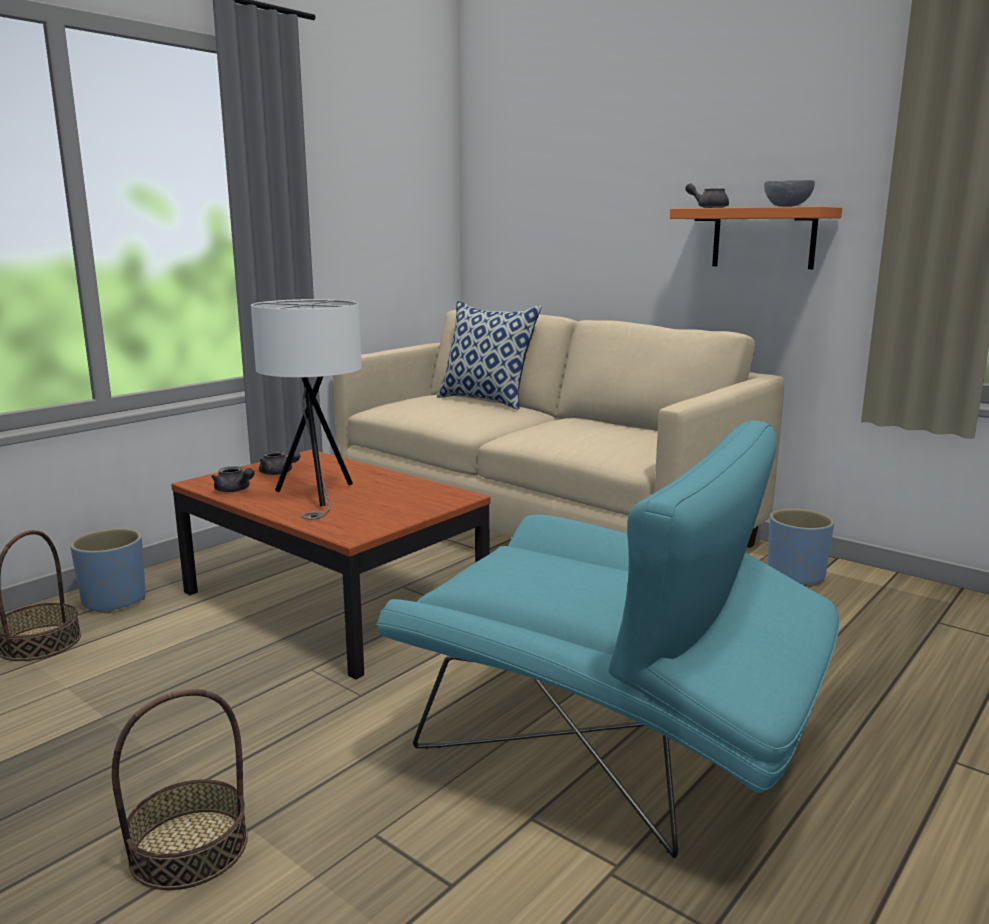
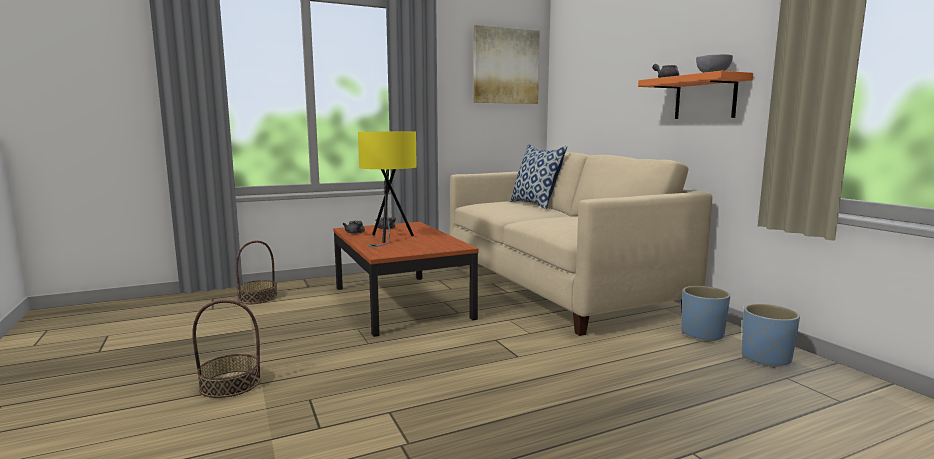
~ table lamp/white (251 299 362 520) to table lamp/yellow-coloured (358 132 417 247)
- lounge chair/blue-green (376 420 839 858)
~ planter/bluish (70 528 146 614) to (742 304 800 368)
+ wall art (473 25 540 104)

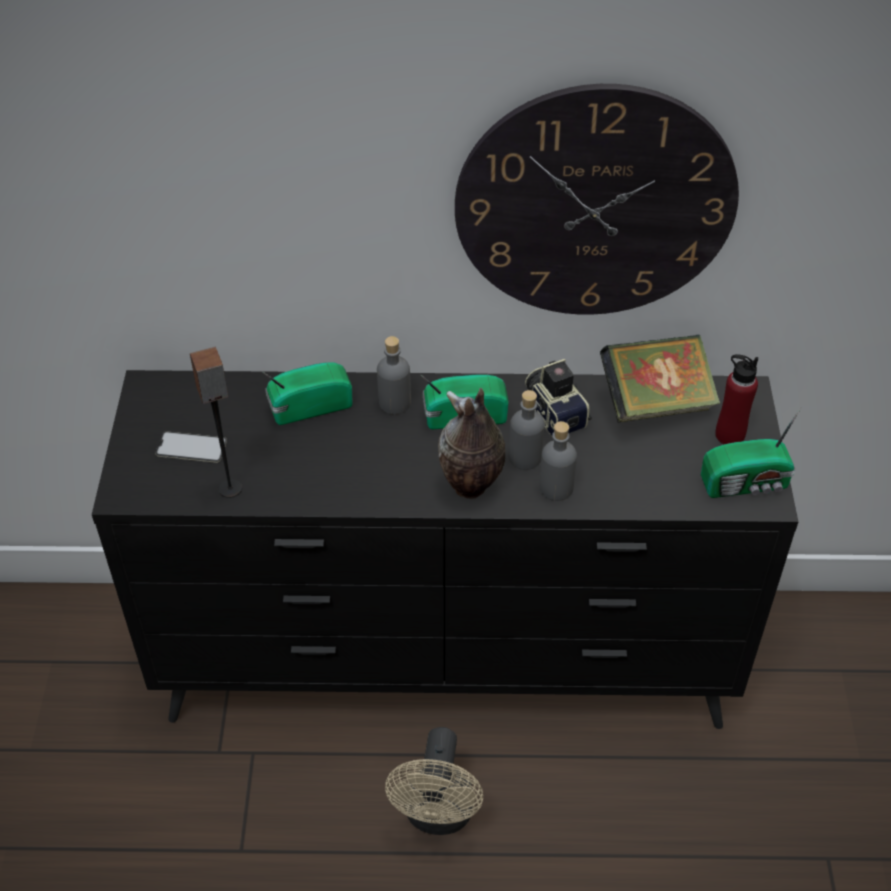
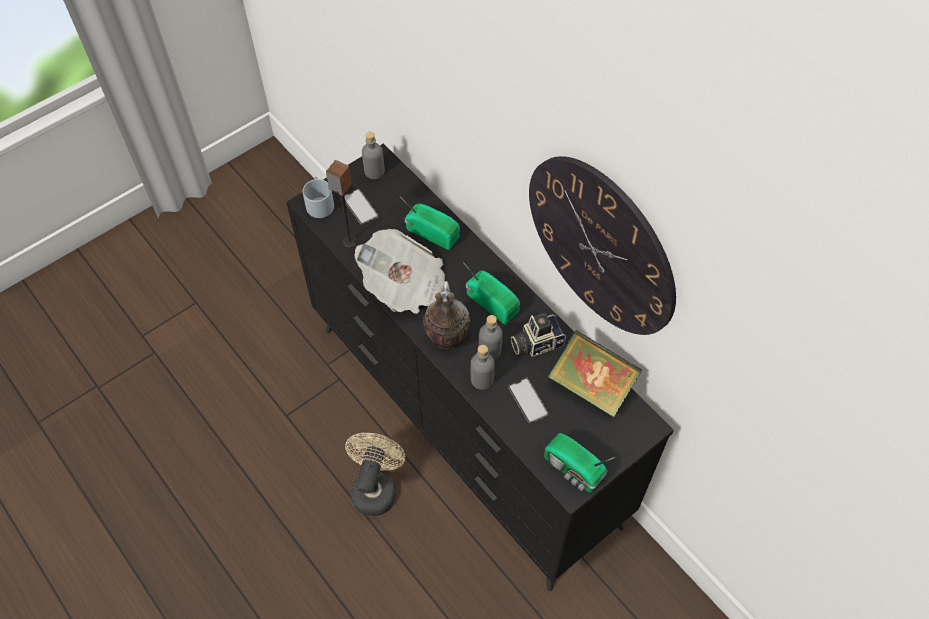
~ drink bottle/greyish (377 336 411 415) to (362 132 385 179)
- drink bottle/reddish (715 354 758 444)
~ photo camera (525 359 592 437) = (511 313 566 357) 135 degrees counterclockwise
~ fan/sand-coloured (385 727 483 835) = (345 433 405 516) 135 degrees clockwise
+ coffee mug/greyish (303 177 334 218)
+ newspaper (355 229 445 314)
+ handset (508 377 549 423)

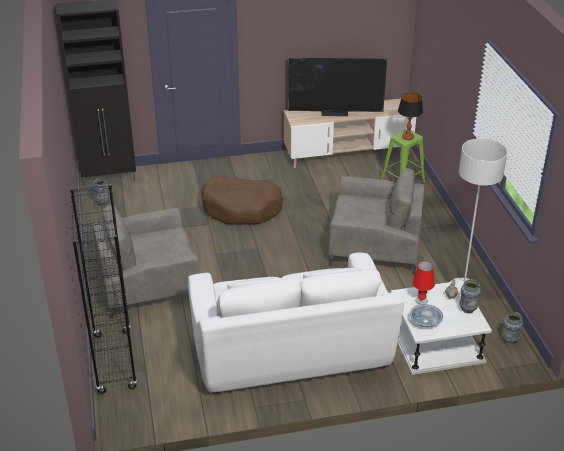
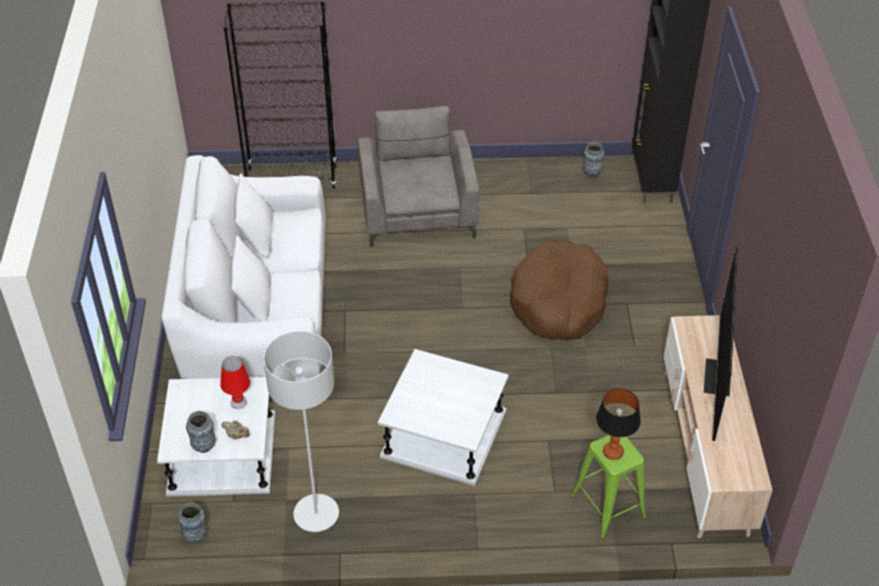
~ lounge chair/greyish (329 168 425 275) to end table/white (378 349 509 486)
- serving bowl (410 304 443 327)

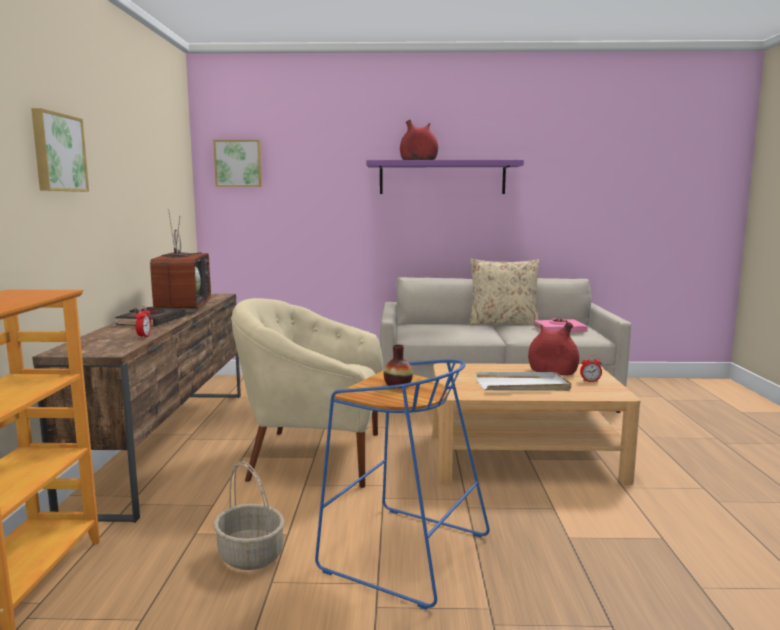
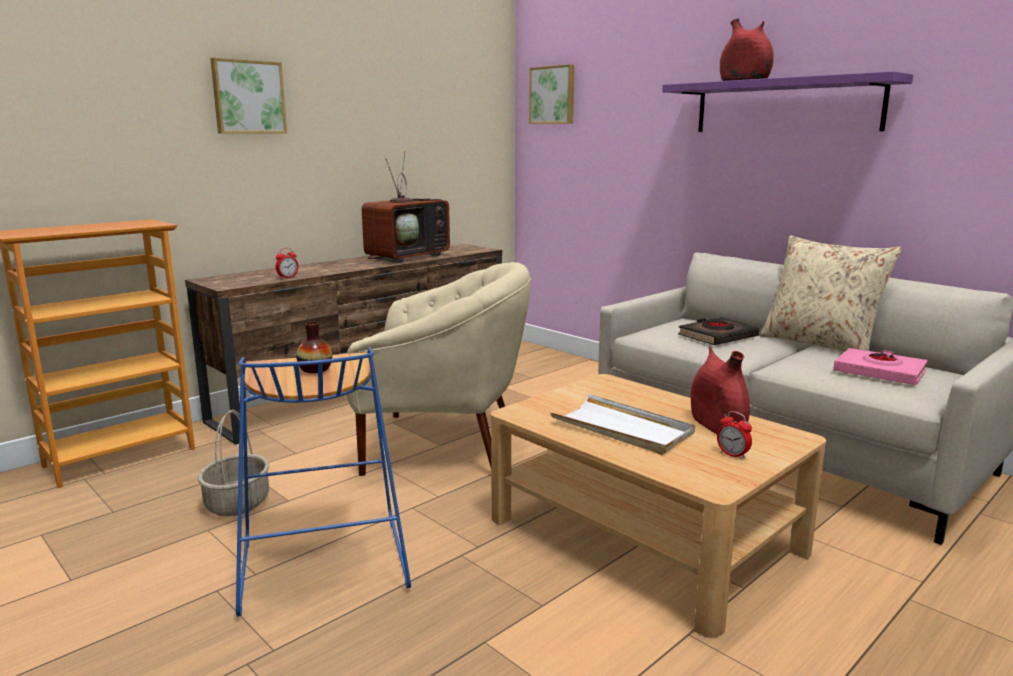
~ lounge chair/sand-coloured (231 298 383 488) = (347 262 531 476) 135 degrees clockwise
~ volume/blackish (115 307 186 327) to (678 317 759 345)

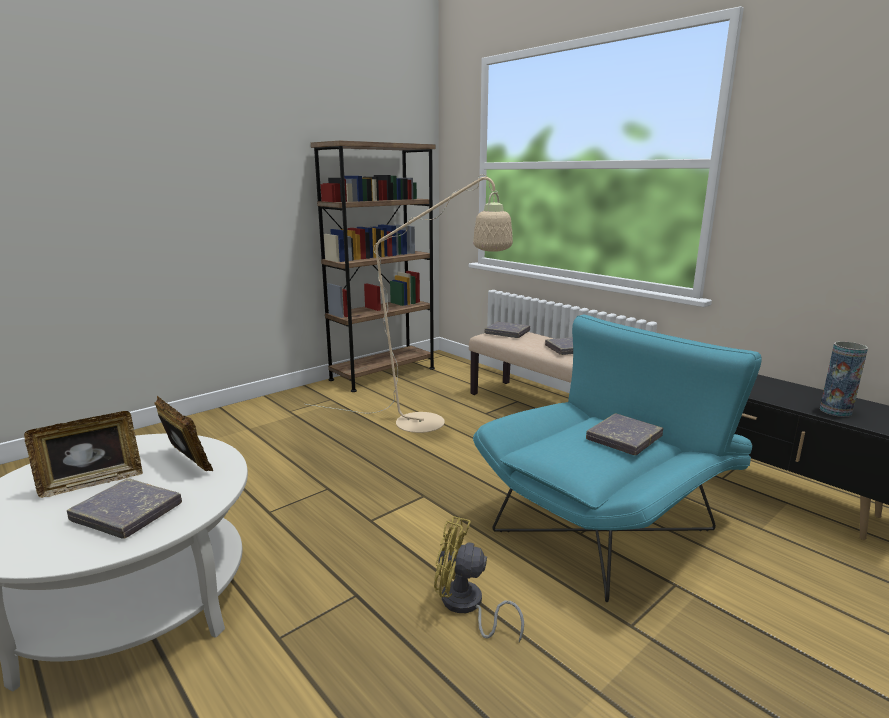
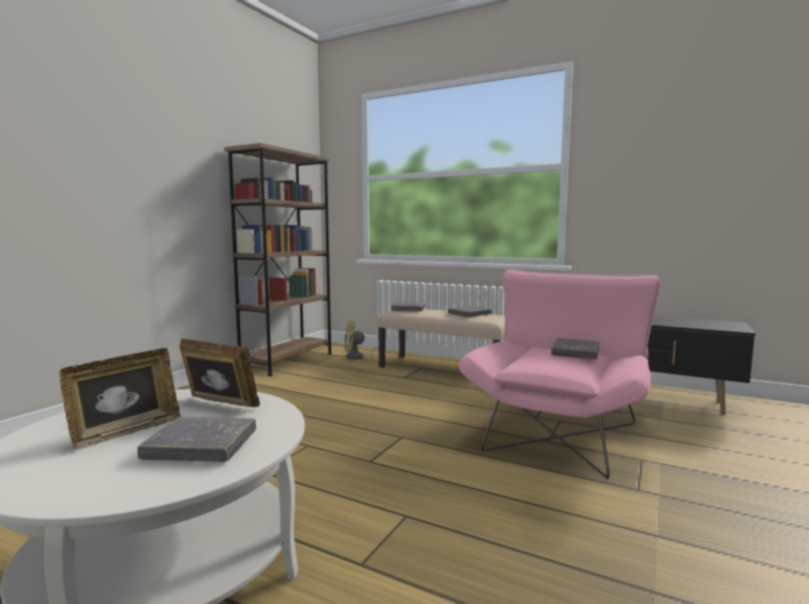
- standard lamp/sand-coloured (305 174 513 433)
~ lounge chair/blue-green (473 314 762 602) to lounge chair/pink (459 269 661 479)
- vase (820 341 868 417)
~ fan/yellow-coloured (434 516 524 642) to (344 321 379 362)

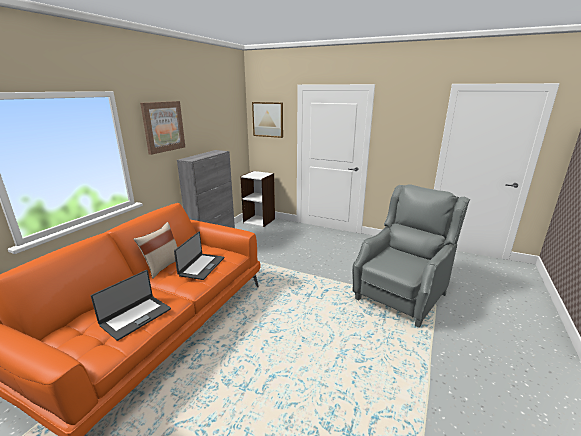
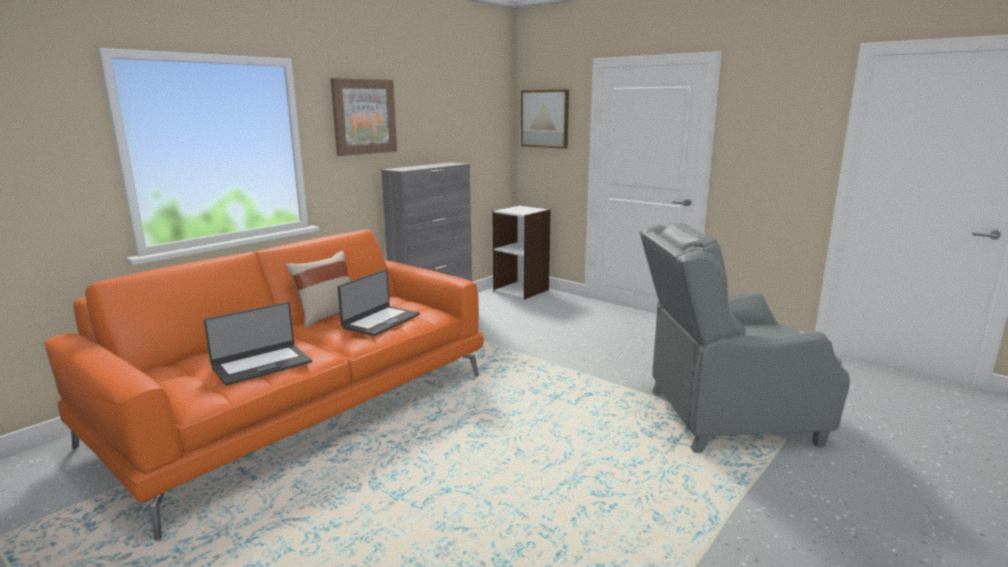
~ lounge chair/greyish (352 184 470 328) = (639 223 850 453) 150 degrees counterclockwise

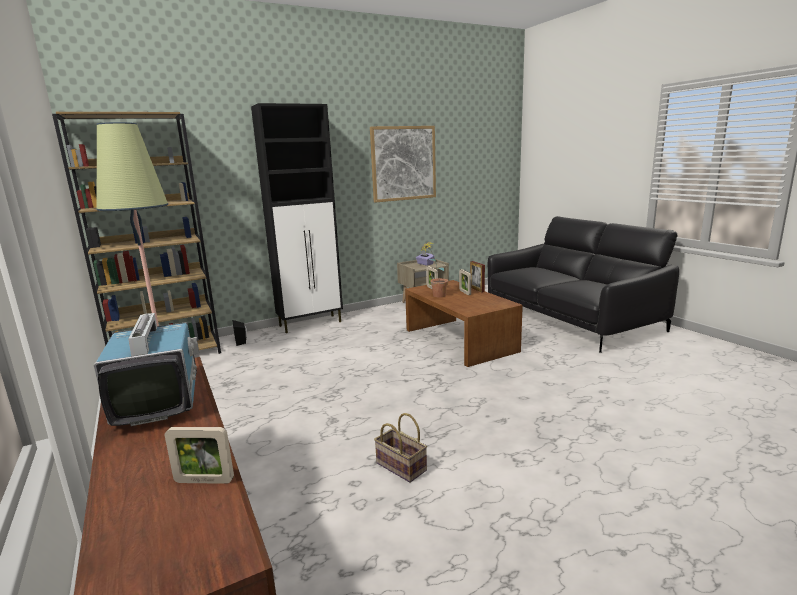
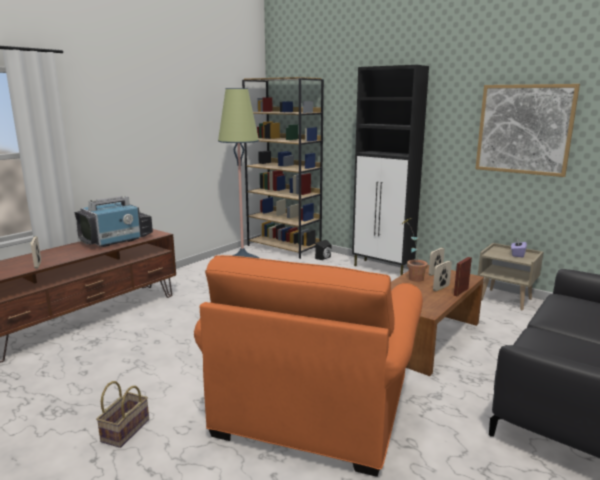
~ storage basket (374 413 427 483) to (96 381 149 448)
+ lounge chair/orange-coloured (194 255 423 477)

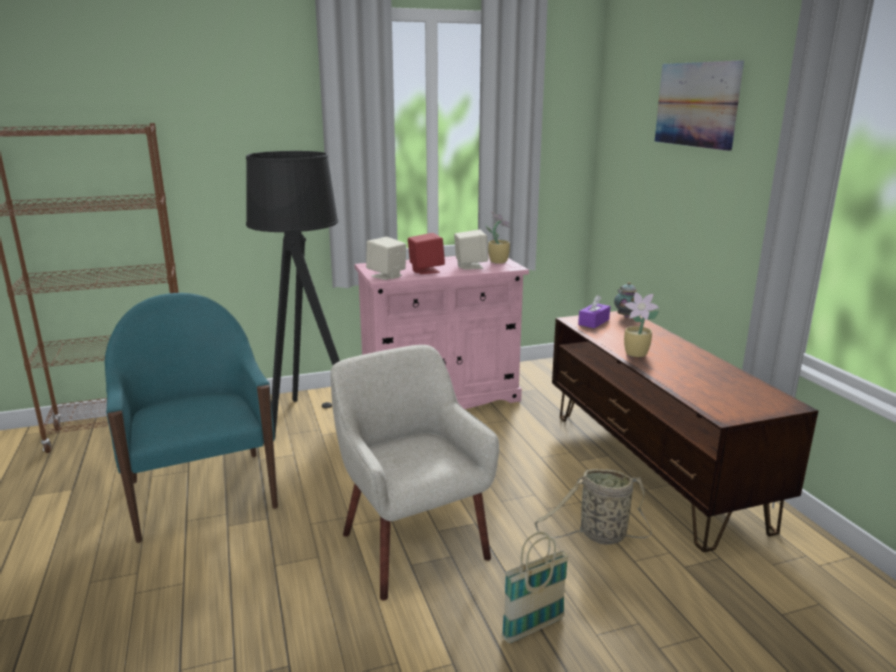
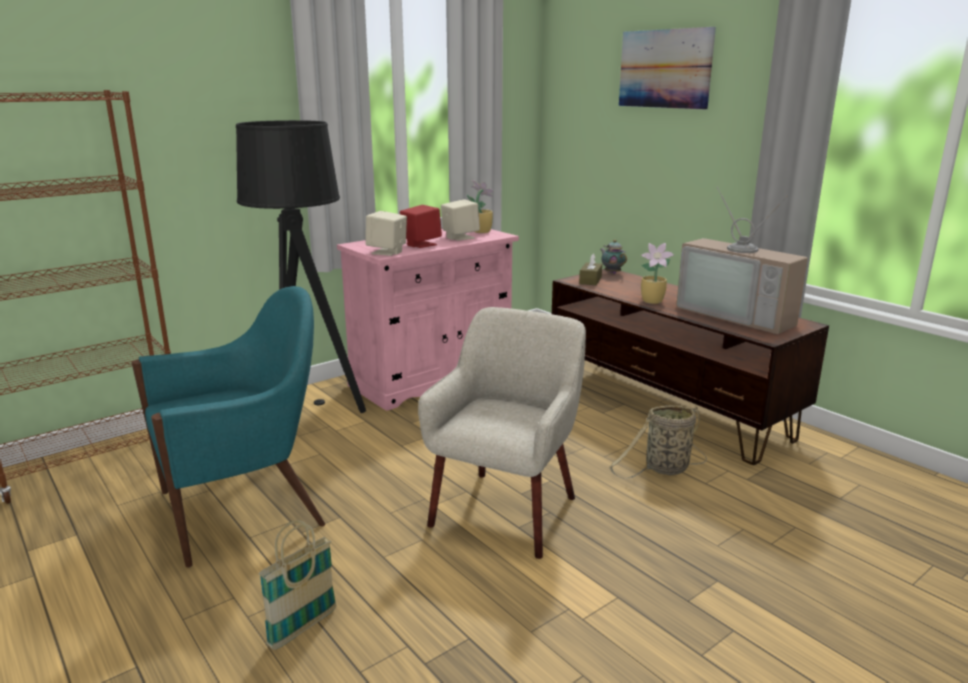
~ lounge chair/blue-green (105 293 278 543) = (132 286 325 568) 105 degrees clockwise
~ box of tissues/purple-coloured (578 295 610 328) to box of tissues/brownish (579 253 602 285)
~ lounge chair/sand-coloured (331 345 499 600) = (418 307 586 559) 75 degrees clockwise
~ storage basket (501 532 569 643) to (259 520 337 650)
+ TV (676 187 808 334)

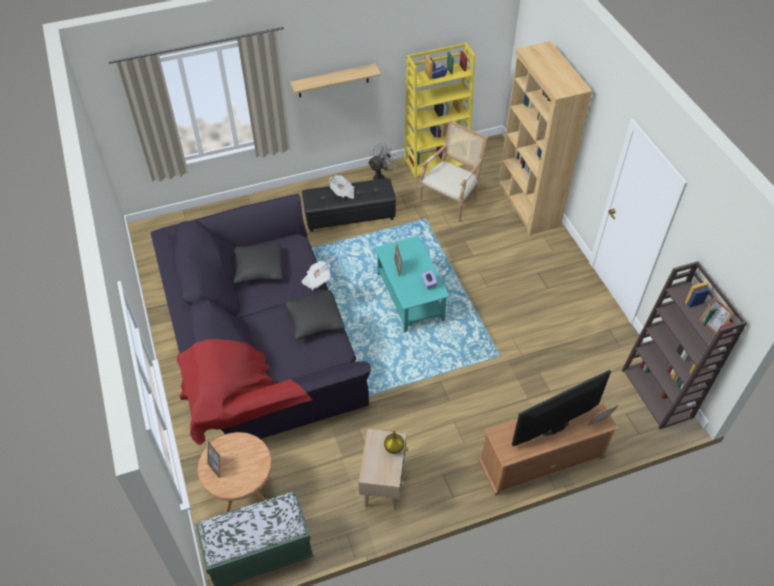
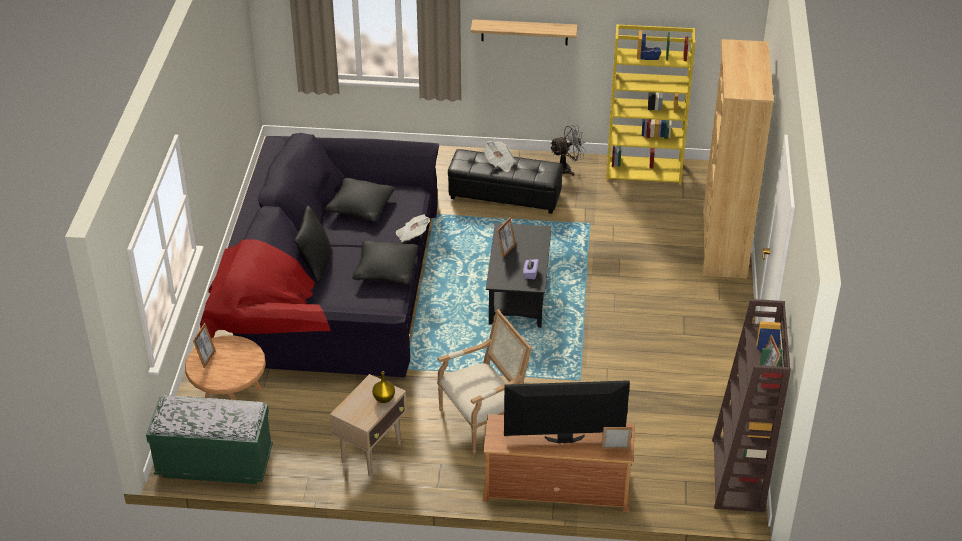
~ lounge chair (419 120 488 222) to (437 309 532 454)
~ lounge table/blue-green (374 236 450 332) to lounge table/blackish (486 223 552 328)
+ throw pillow/blackish (294 206 331 283)

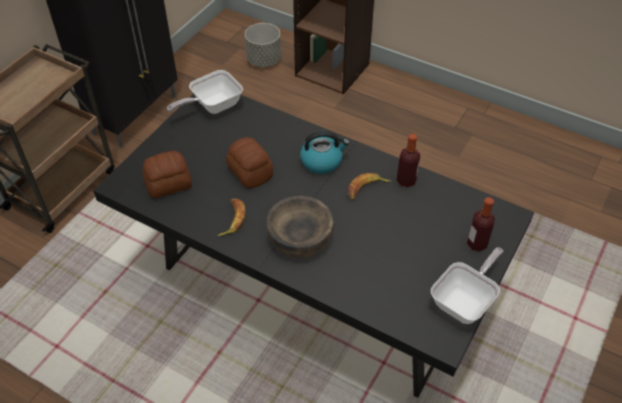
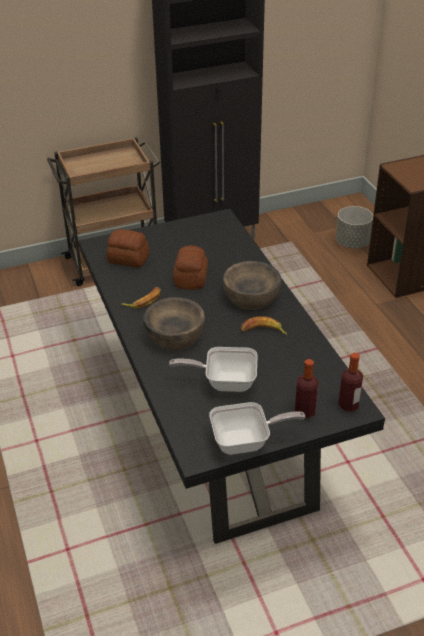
~ pan (167 70 243 114) to (169 347 258 392)
~ kettle (300 131 349 174) to serving bowl/brownish (223 261 281 310)
~ drink bottle (397 134 420 188) to (338 353 363 412)

